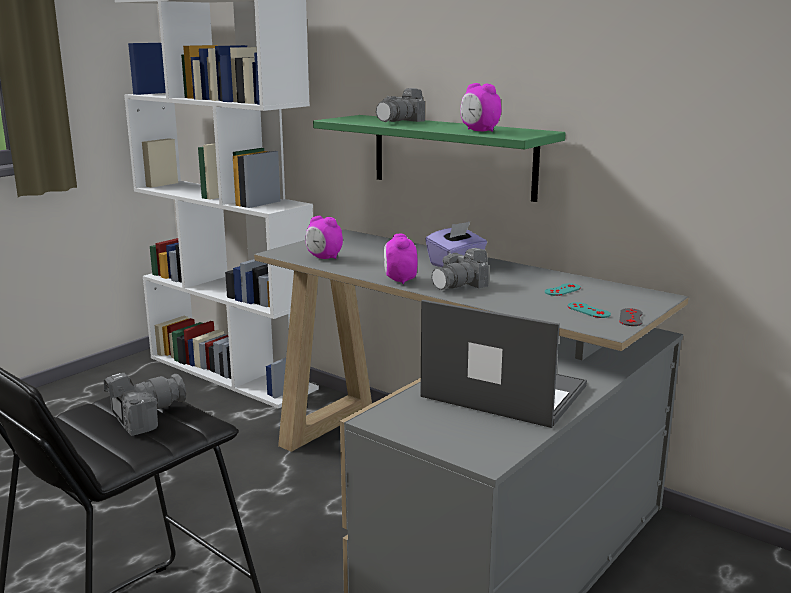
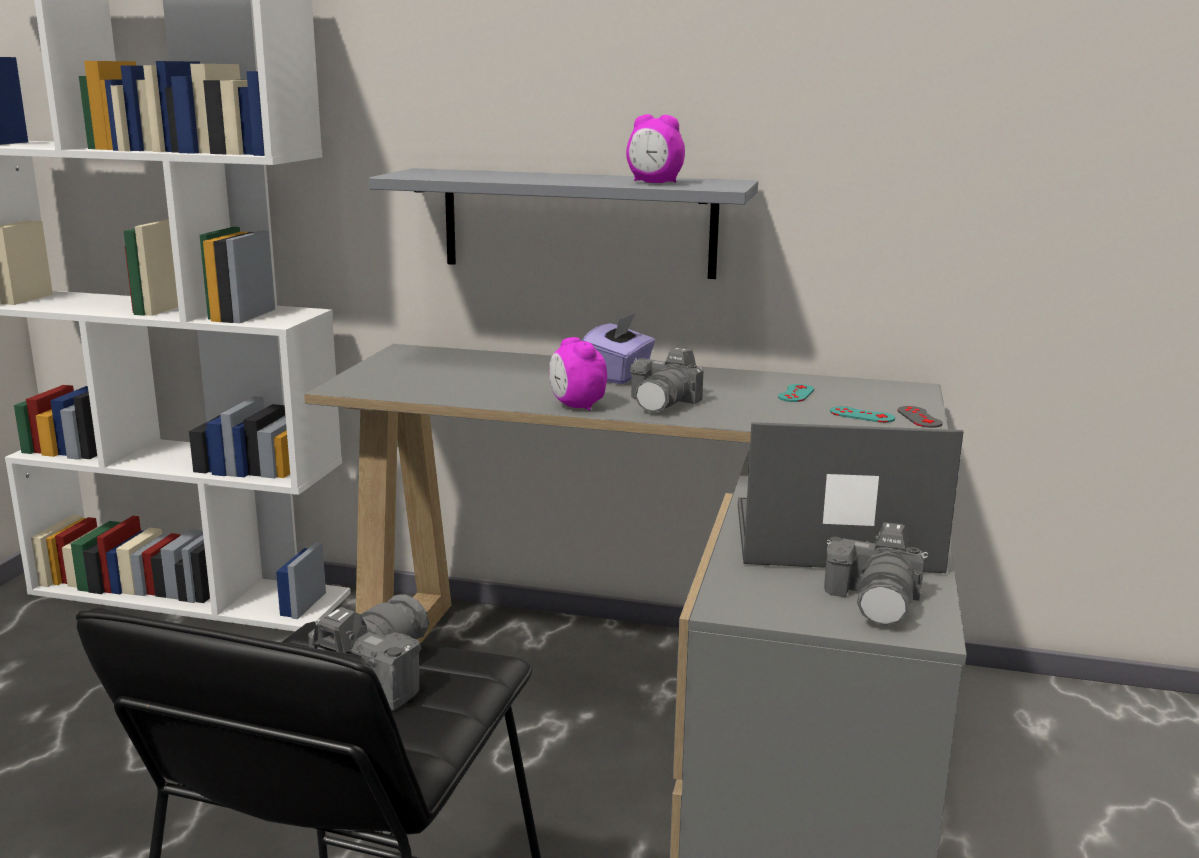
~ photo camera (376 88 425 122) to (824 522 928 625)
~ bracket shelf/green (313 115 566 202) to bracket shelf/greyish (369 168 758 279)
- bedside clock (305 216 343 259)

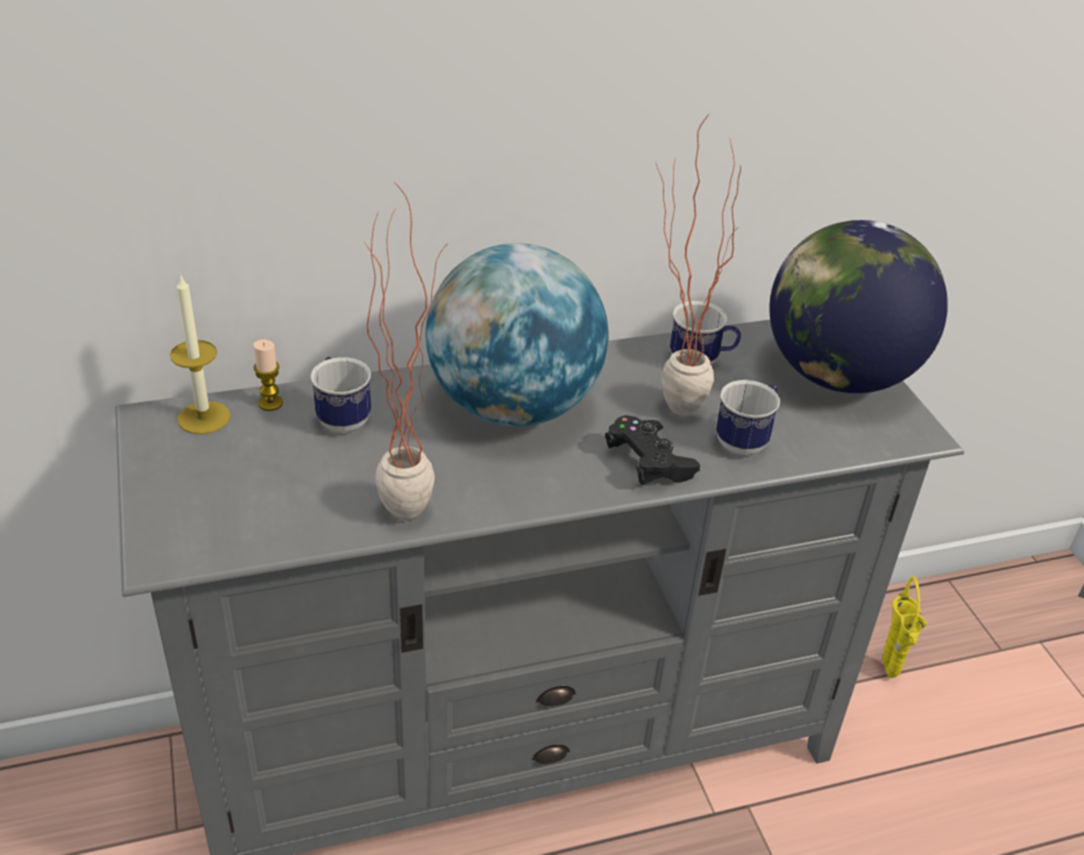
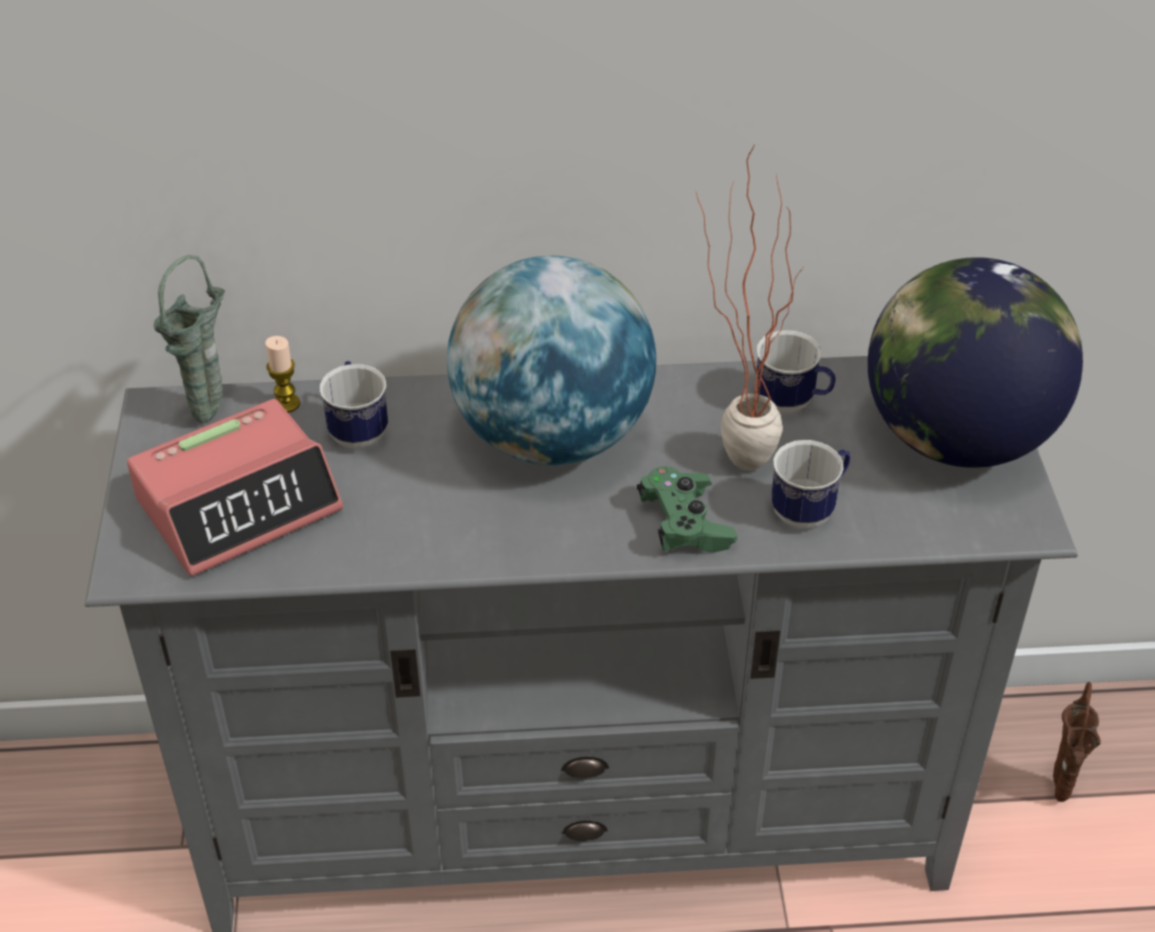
- plant in a pot (365 180 449 521)
~ wax light (170 274 231 434) to vase/green (154 255 225 423)
~ joypad/blackish (605 415 700 485) to joypad/green (637 466 737 553)
~ vase/yellow-coloured (882 577 927 678) to vase/brownish (1053 682 1101 802)
+ bedside clock (127 399 343 577)

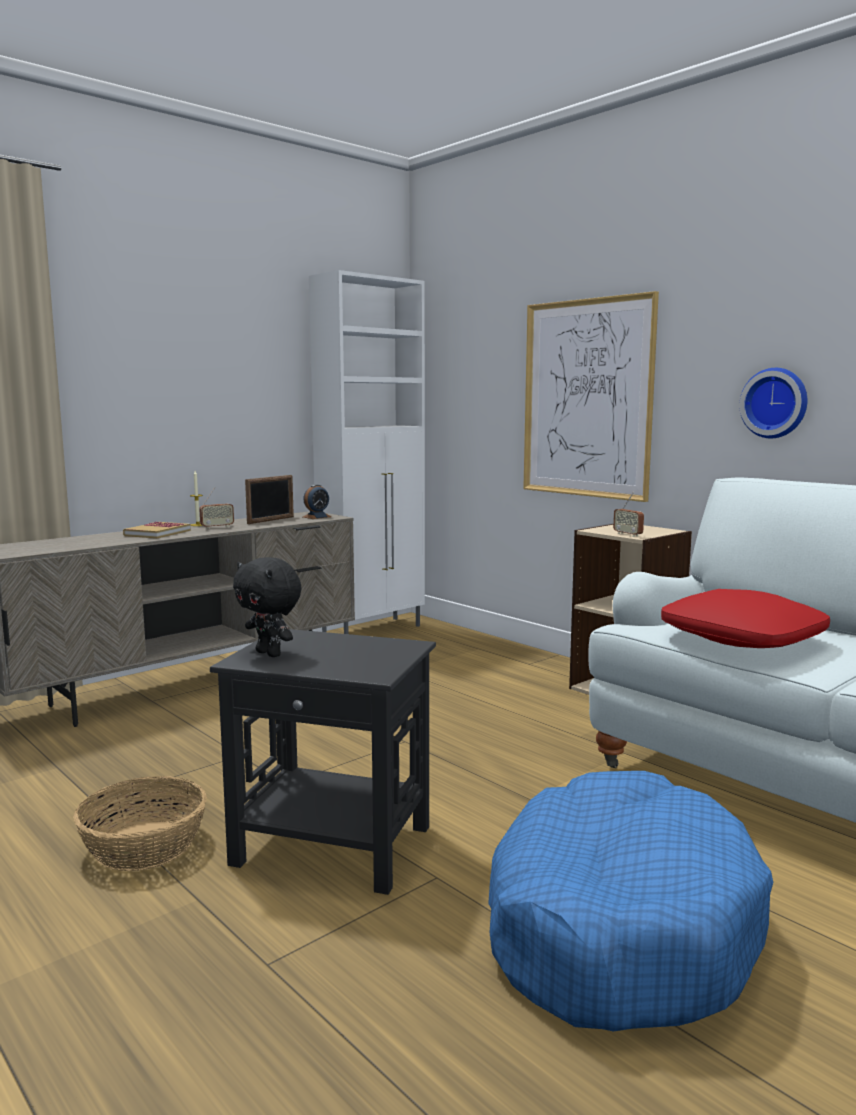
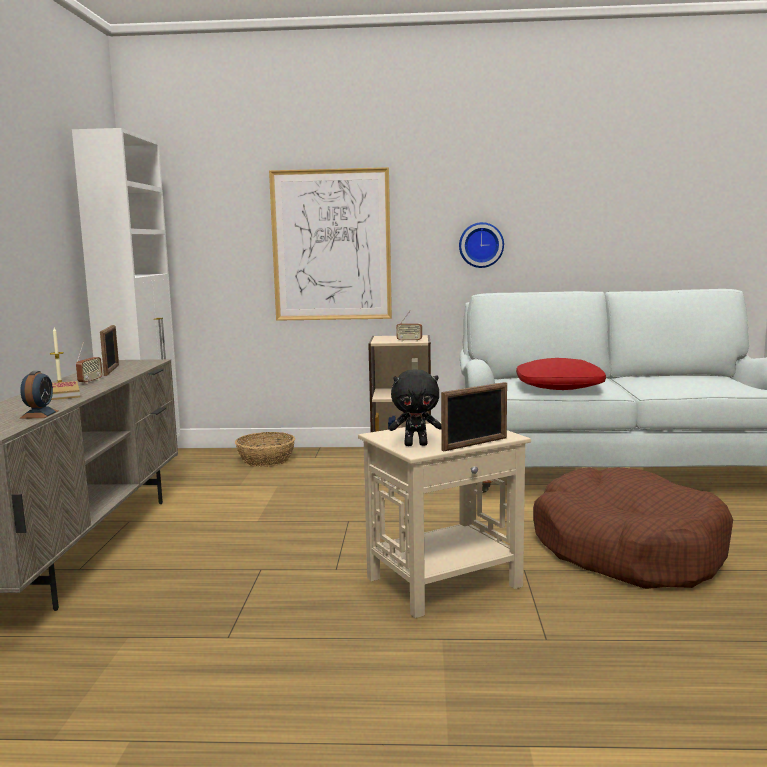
~ bedside clock (303 484 331 519) to (20 371 58 419)
~ end table/blackish (210 629 436 895) to end table/sand-coloured (358 422 531 618)
~ dog bed/bluish (488 771 773 1032) to dog bed/brownish (533 467 733 589)
~ storage basket (73 776 207 871) to (235 432 295 467)
+ standing frame (441 382 507 452)

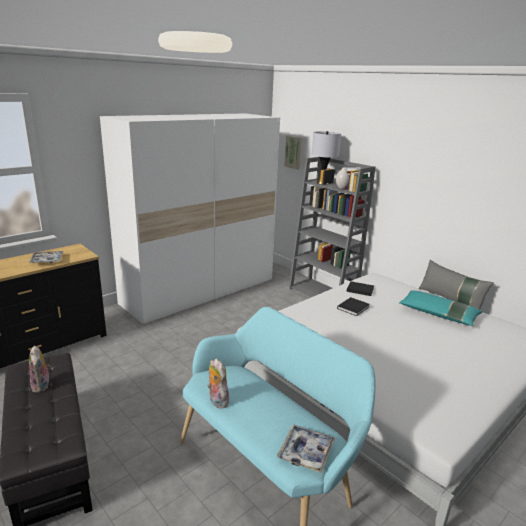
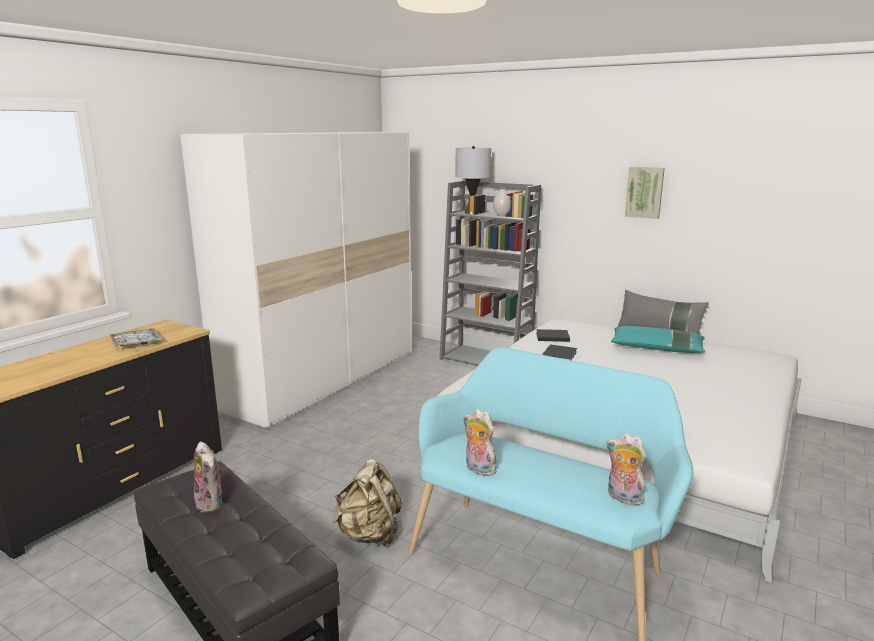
~ wall art (284 136 303 170) to (625 167 665 219)
~ tray (277 424 335 473) to soft toy (606 434 646 506)
+ knapsack/sand-coloured (333 459 402 547)

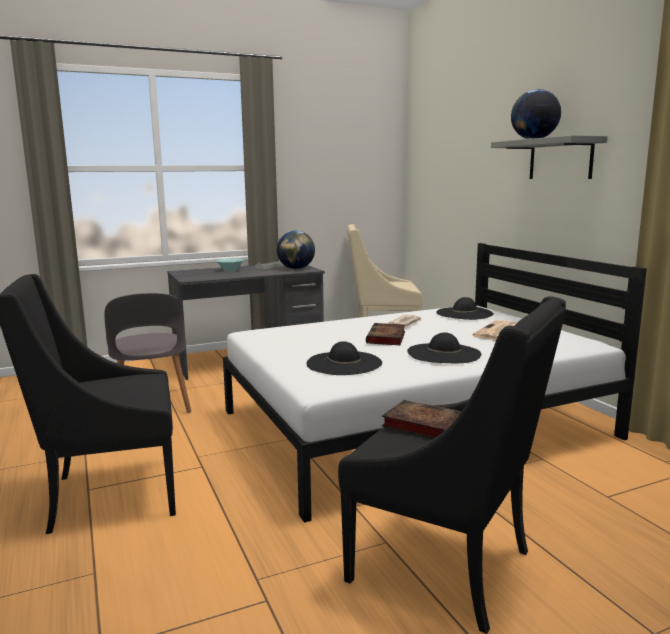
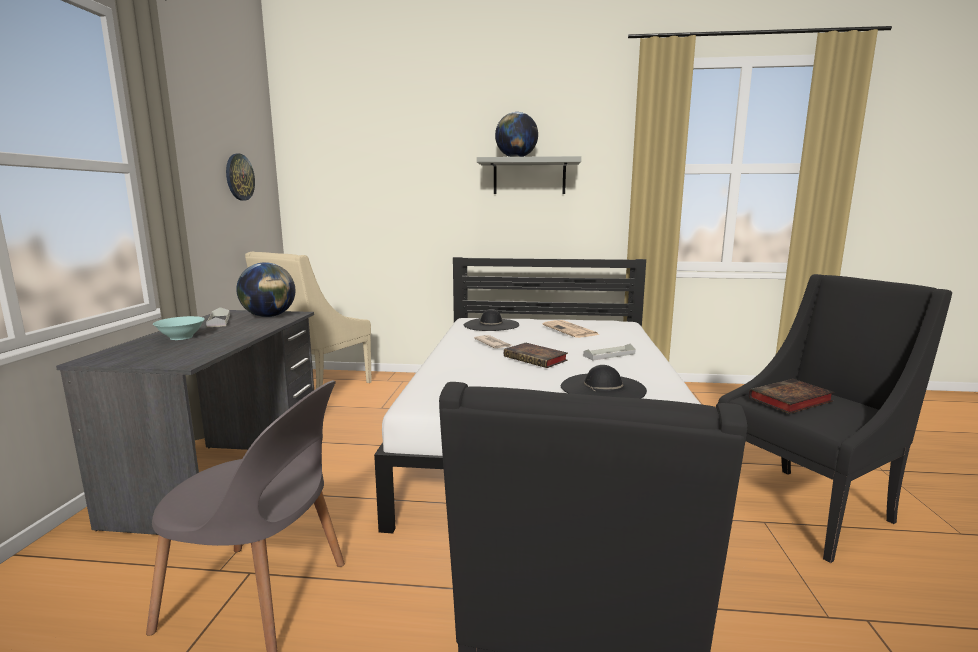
~ hat/blackish (407 333 481 363) to tray/greyish (583 344 636 361)
+ hanging clock (226 154 255 200)

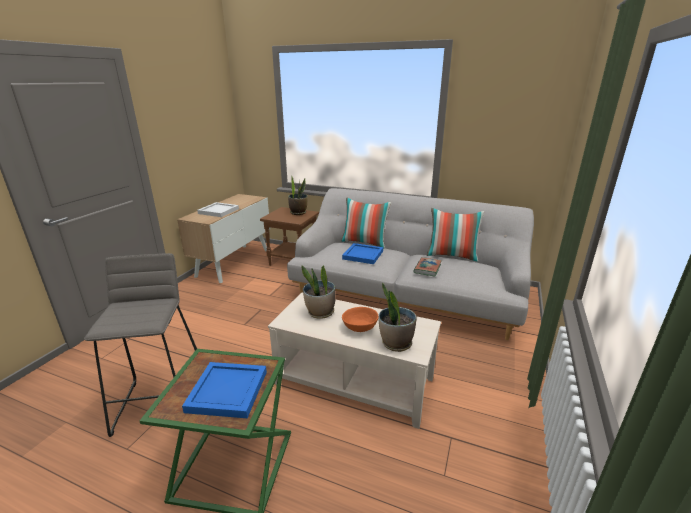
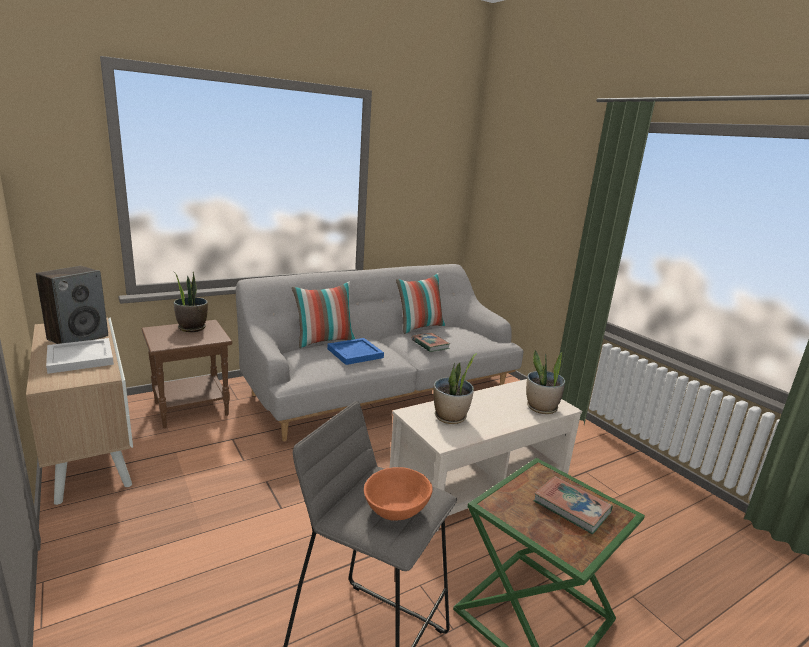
~ serving bowl/orange-coloured (342 307 378 332) to (364 467 433 521)
~ tray/bluish (182 362 267 418) to volume (534 476 613 534)
+ loudspeaker (36 266 108 344)

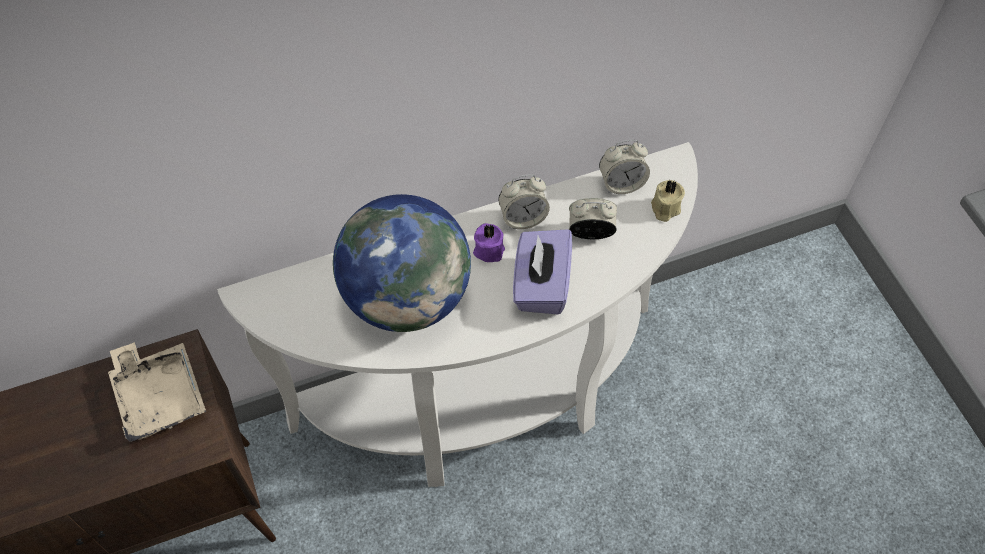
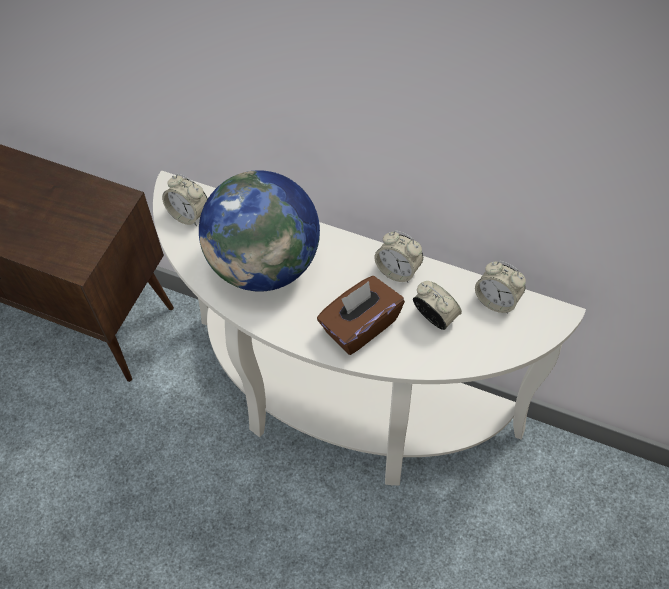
- wax light/sand-coloured (651 180 685 222)
- wax light/purple-coloured (473 223 505 262)
~ box of tissues/purple-coloured (513 229 572 314) to box of tissues/brownish (317 276 405 355)
- tray/sand-coloured (108 342 206 442)
+ bedside clock (162 174 208 226)

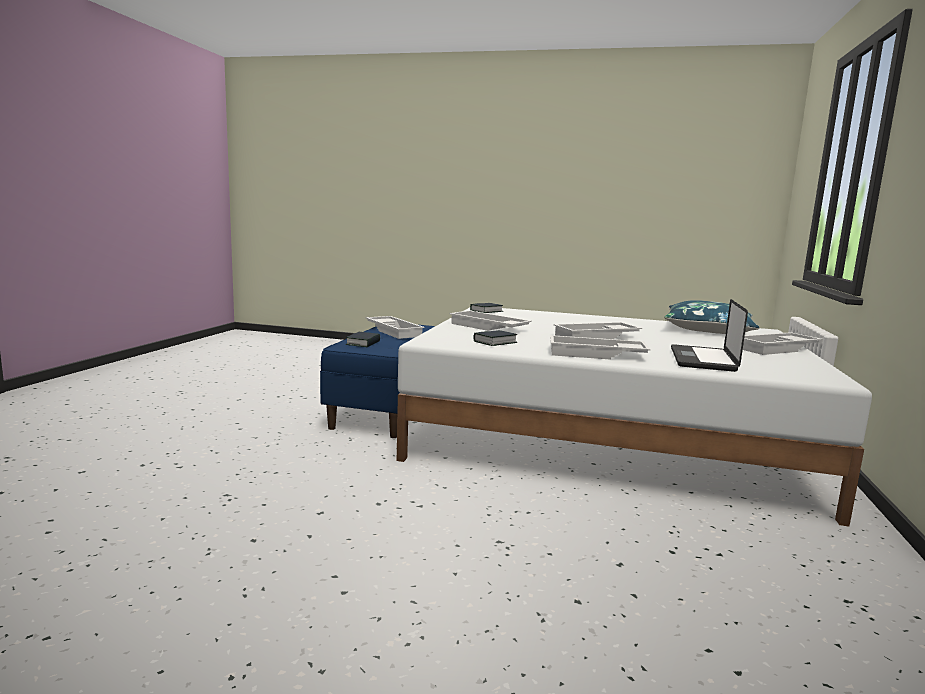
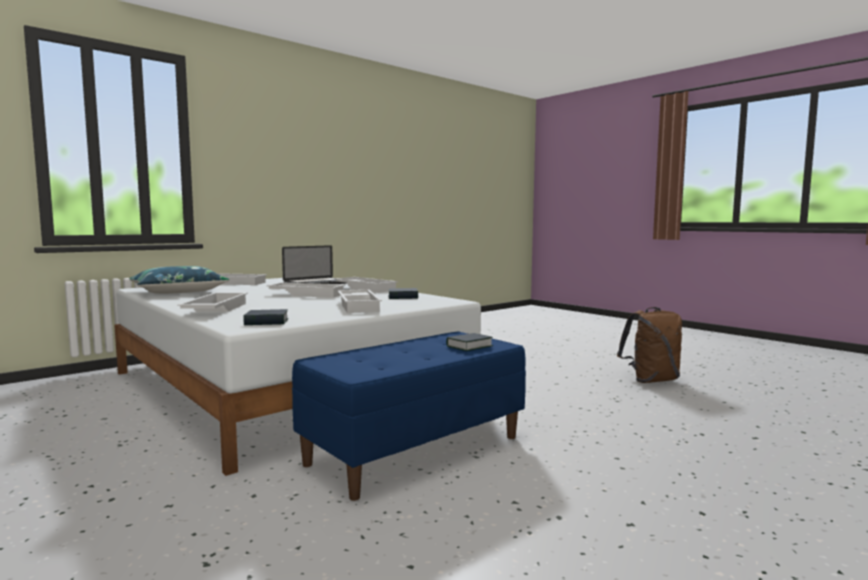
~ tray/white (366 316 425 339) to (177 293 248 312)
+ knapsack/brownish (617 307 682 383)

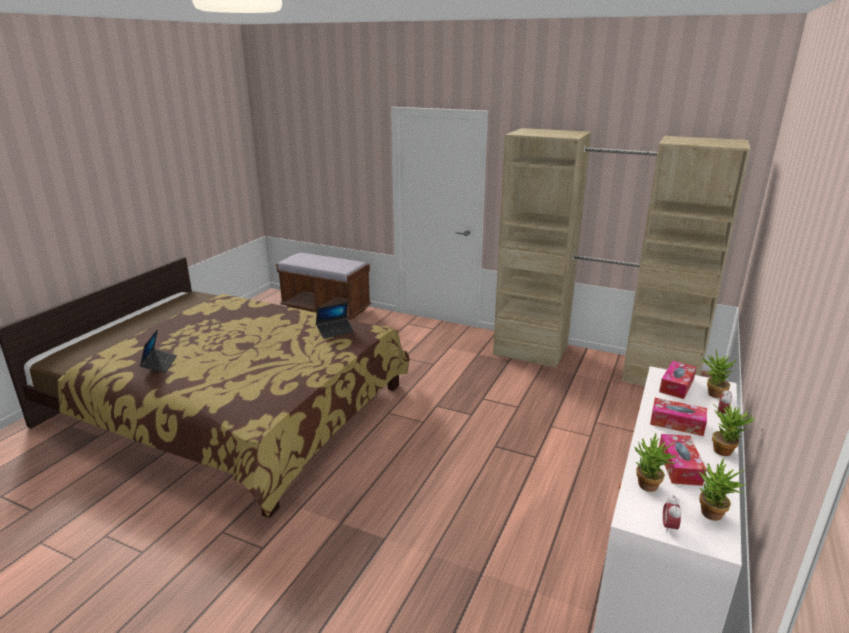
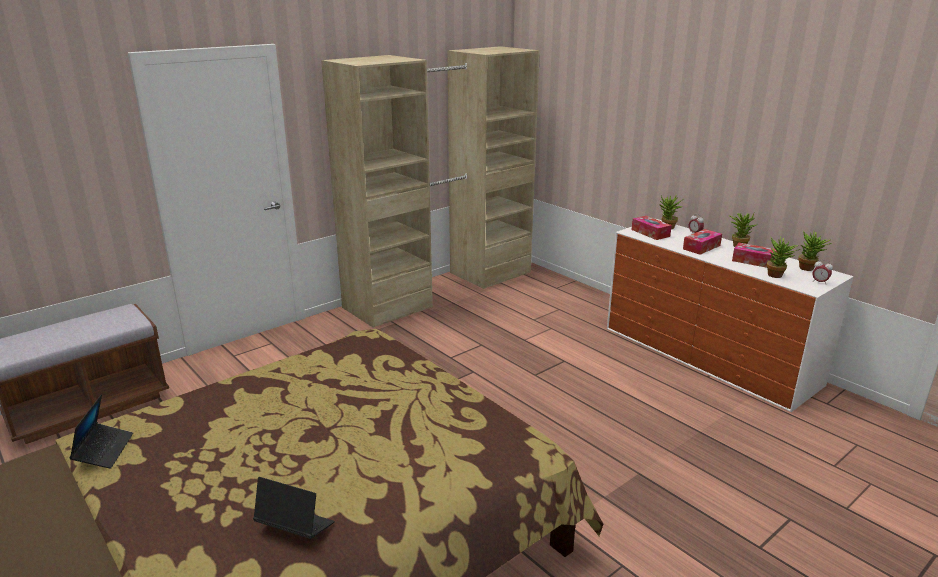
~ laptop (316 302 354 339) to (69 394 133 469)

